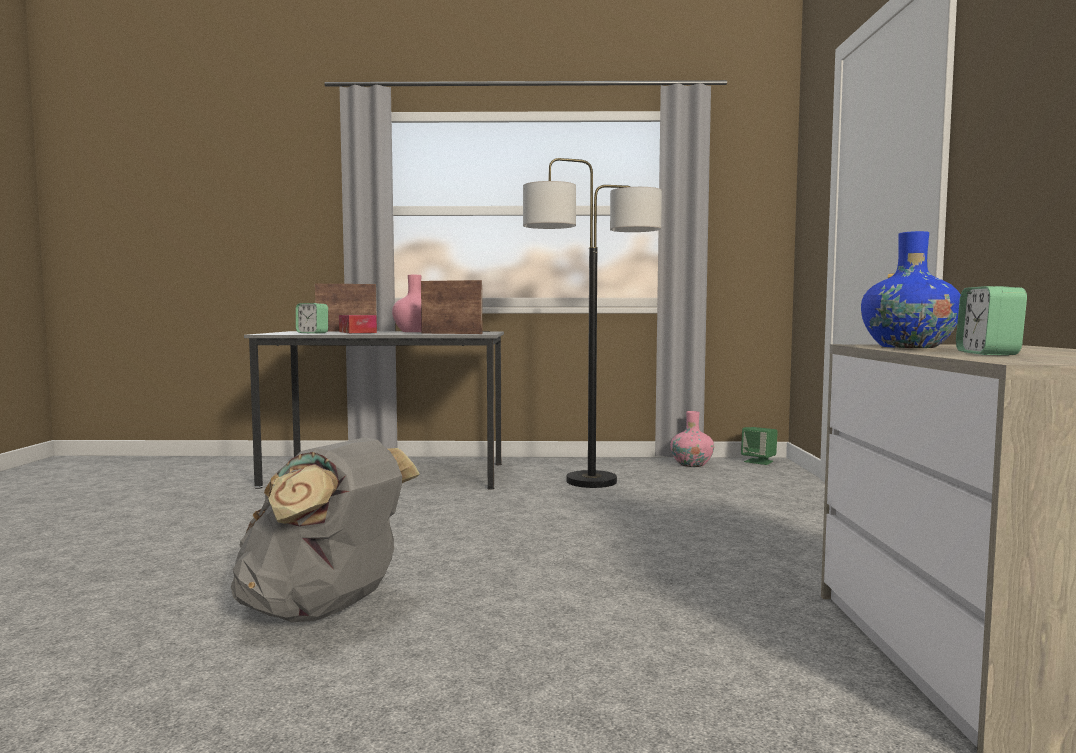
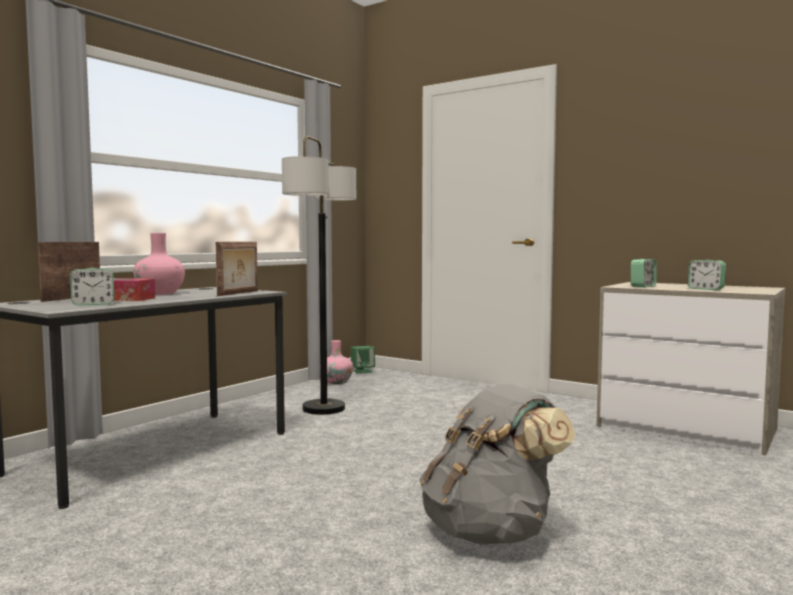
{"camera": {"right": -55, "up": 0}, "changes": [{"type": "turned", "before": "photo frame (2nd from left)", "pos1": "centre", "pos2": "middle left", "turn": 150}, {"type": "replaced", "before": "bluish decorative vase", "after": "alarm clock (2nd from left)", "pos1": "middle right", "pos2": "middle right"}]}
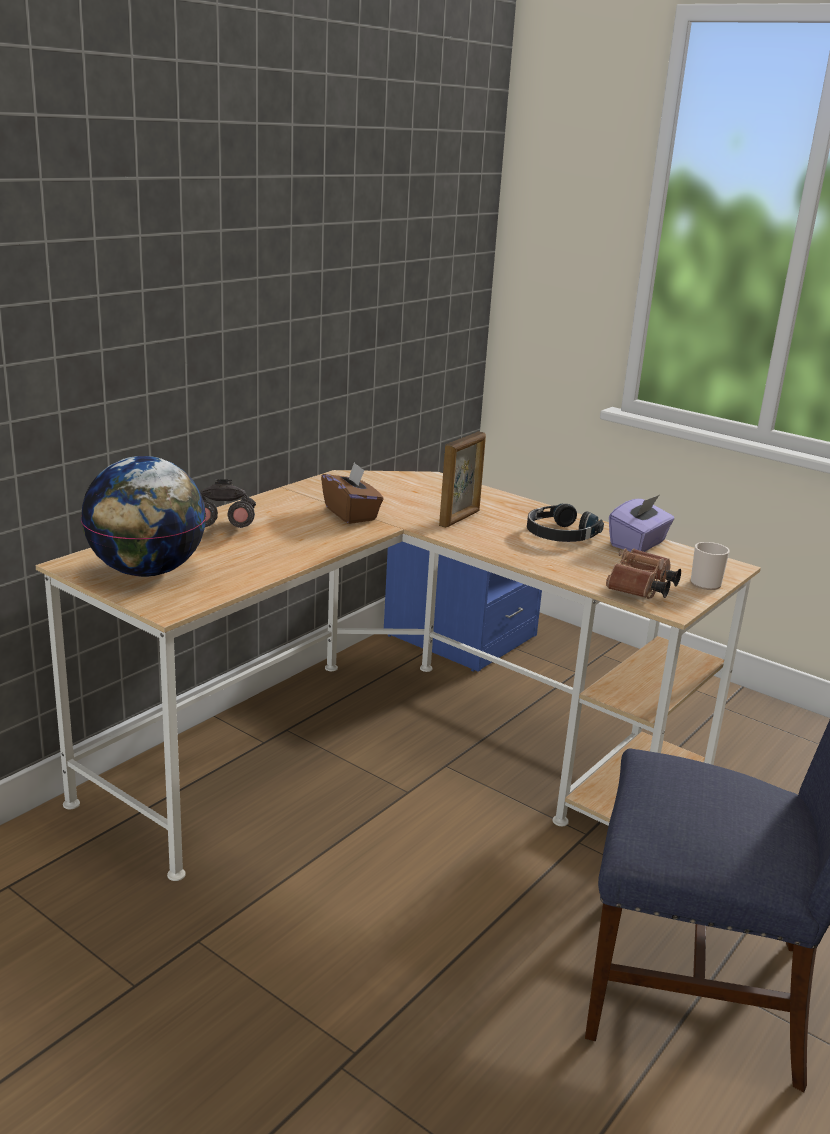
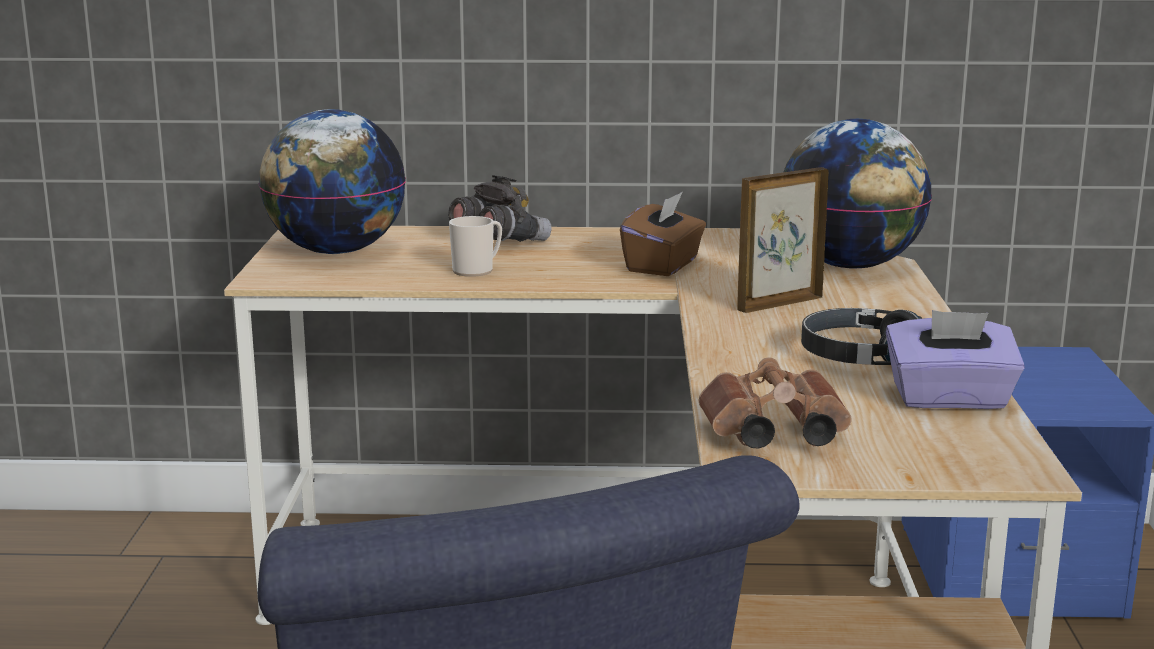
{"camera": {"right": 55, "up": -5}, "changes": [{"type": "moved", "before": "mug", "pos1": "middle right", "pos2": "centre"}, {"type": "turned", "before": "photo frame", "pos1": "centre", "pos2": "middle right", "turn": 150}, {"type": "added", "after": "desk globe (2nd from left)", "pos2": "top right"}]}
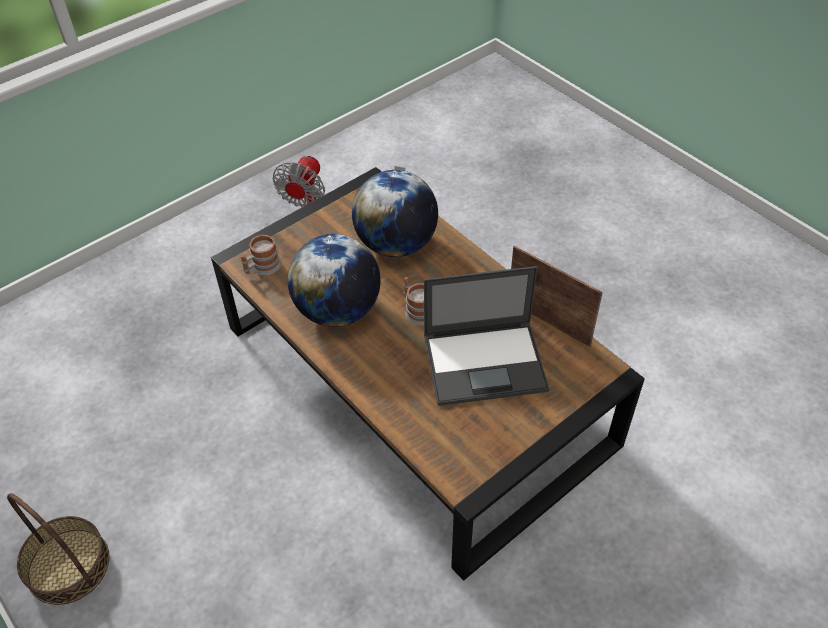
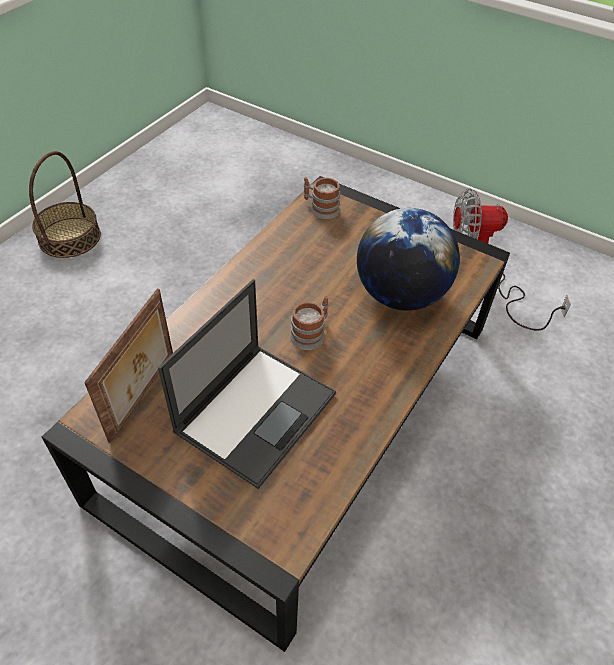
{"camera": {"right": 70, "up": 0}, "changes": [{"type": "moved", "before": "photo frame", "pos1": "middle right", "pos2": "middle left"}, {"type": "turned", "before": "notebook computer", "pos1": "centre", "pos2": "centre", "turn": -120}, {"type": "removed", "before": "desk globe (1st from left)", "pos1": "centre"}]}
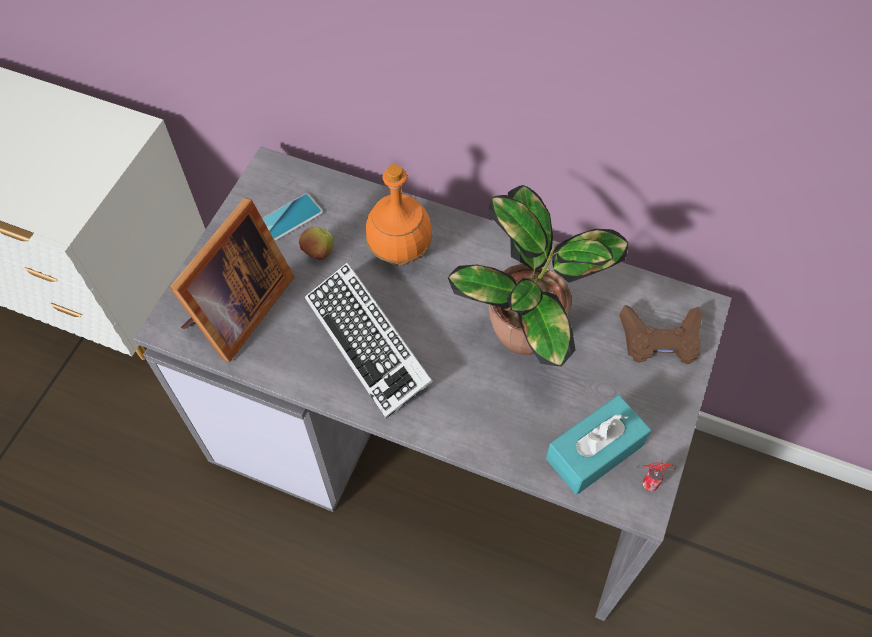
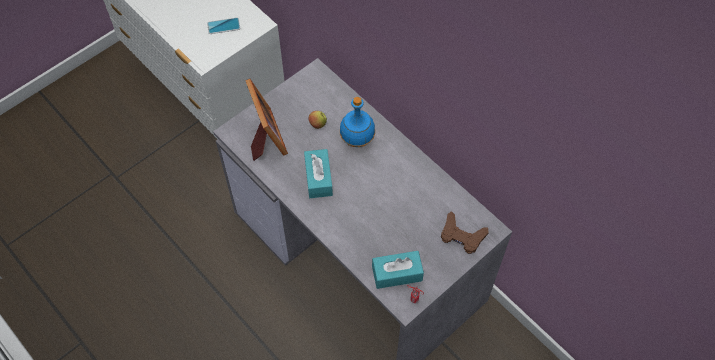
{"camera": {"right": 25, "up": 0}, "changes": [{"type": "moved", "before": "handset", "pos1": "centre", "pos2": "top left"}, {"type": "turned", "before": "photo frame", "pos1": "middle left", "pos2": "centre", "turn": -75}, {"type": "replaced", "before": "PC keyboard", "after": "turquoise-coloured box of tissues (1st from left)", "pos1": "centre", "pos2": "centre"}, {"type": "recoloured", "before": "orangey drink bottle", "after": "bluish drink bottle", "pos1": "centre", "pos2": "centre"}, {"type": "removed", "before": "plant in a pot", "pos1": "centre"}]}
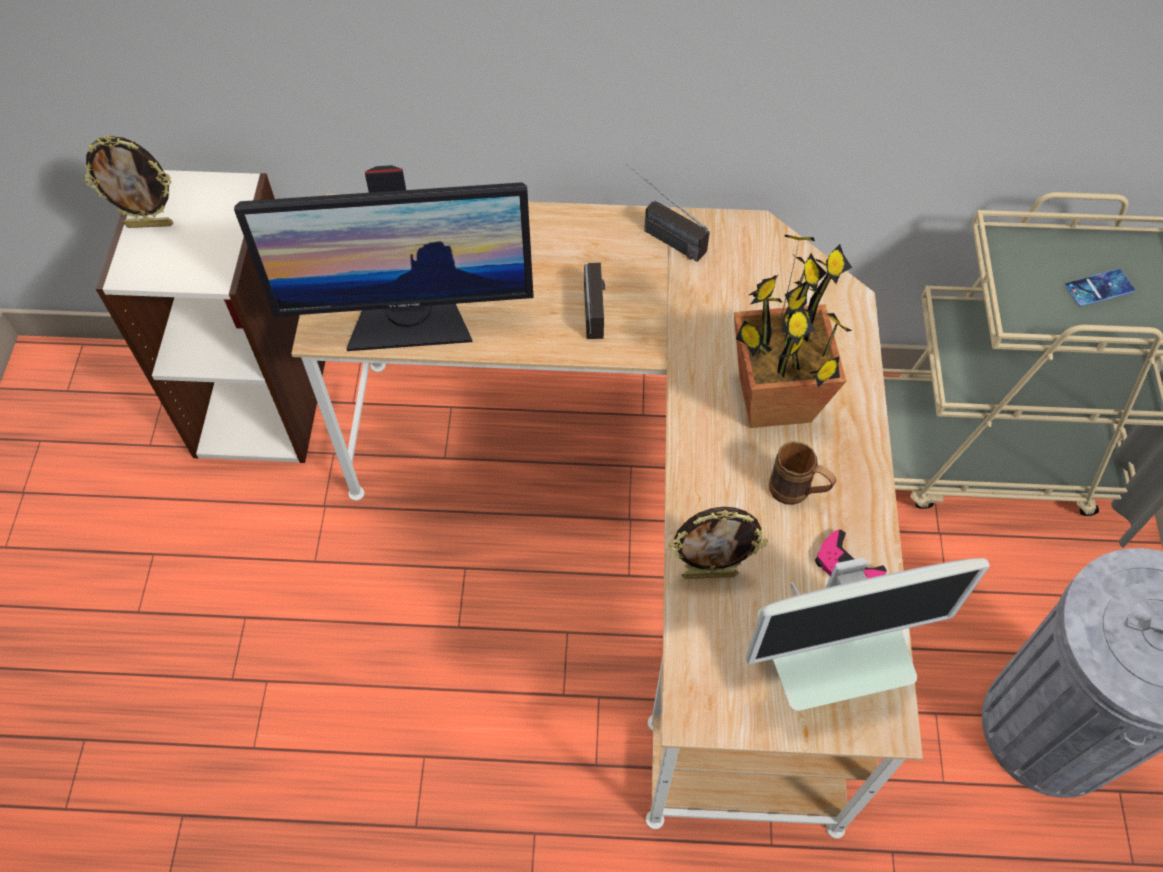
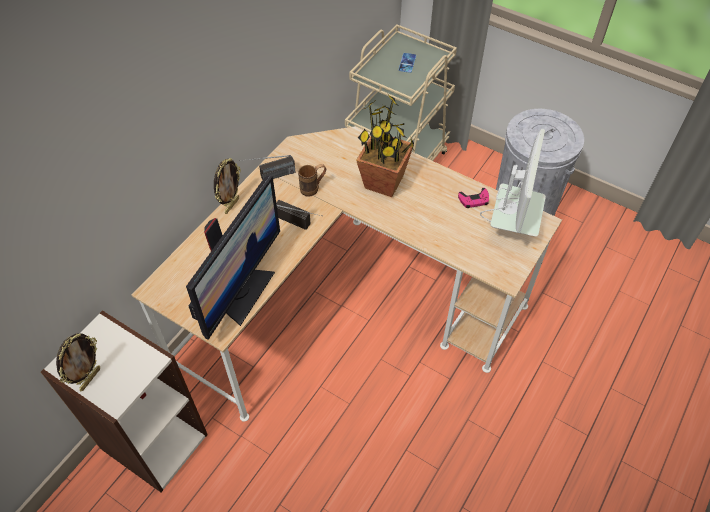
{"camera": {"right": -60, "up": -5}, "changes": [{"type": "moved", "before": "photo frame (2nd from left)", "pos1": "centre", "pos2": "middle left"}, {"type": "moved", "before": "brown mug", "pos1": "middle right", "pos2": "centre"}]}
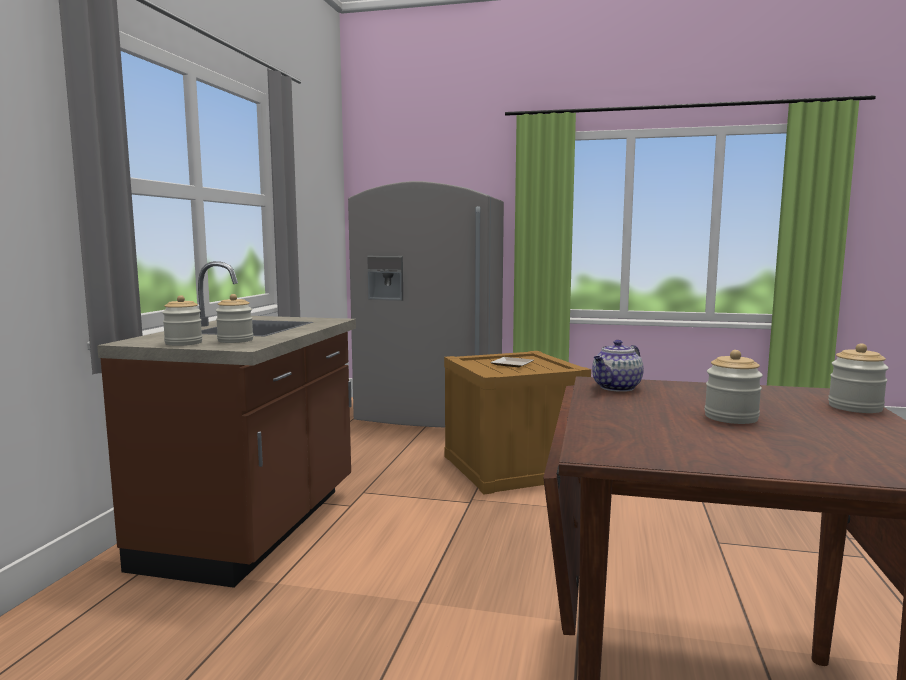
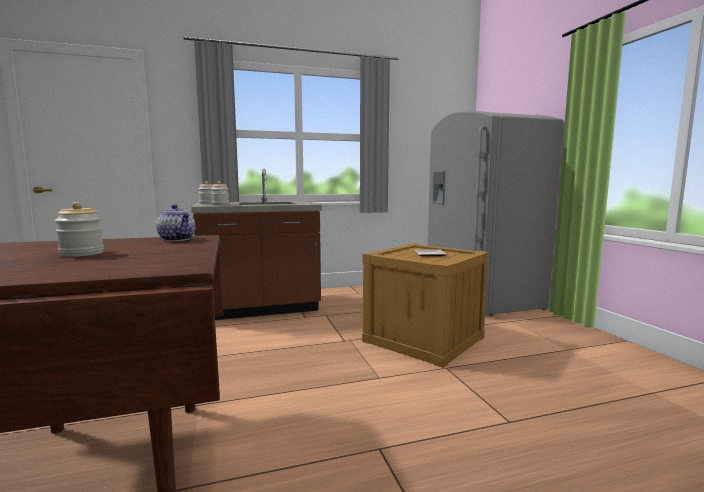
{"camera": {"right": 60, "up": 0}, "changes": [{"type": "turned", "before": "tea pot", "pos1": "middle right", "pos2": "middle left", "turn": -150}, {"type": "removed", "before": "storage jar (4th from left)", "pos1": "middle right"}]}
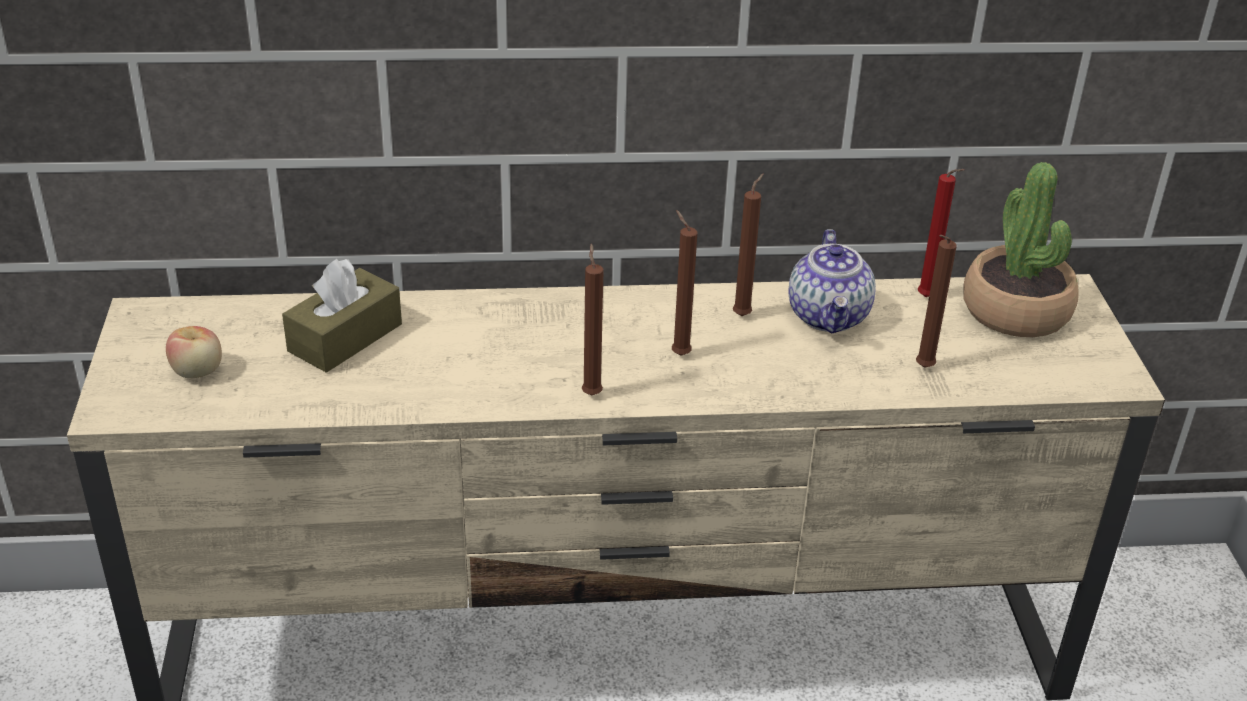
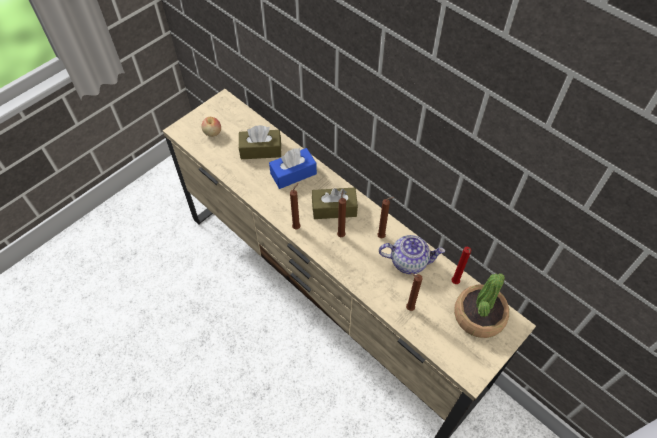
{"camera": {"right": 50, "up": 20}, "changes": [{"type": "added", "after": "bluish box of tissues", "pos2": "centre"}, {"type": "added", "after": "brown box of tissues (2nd from left)", "pos2": "centre"}, {"type": "turned", "before": "tea pot", "pos1": "middle right", "pos2": "centre", "turn": -135}]}
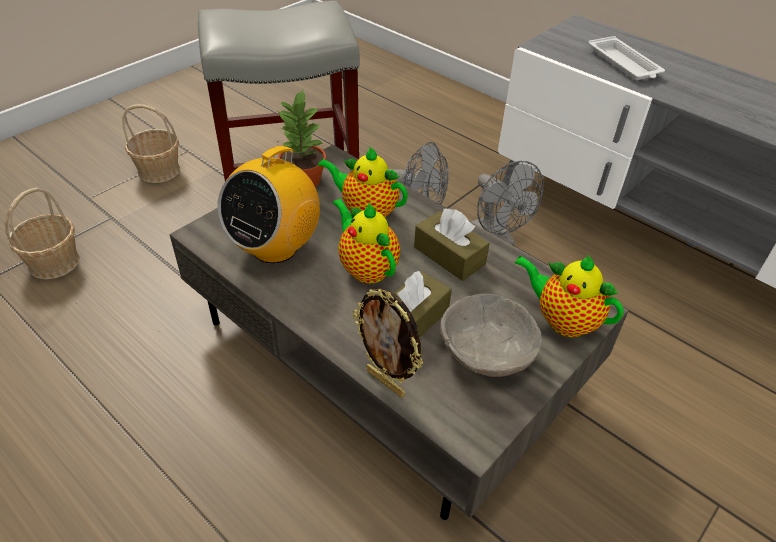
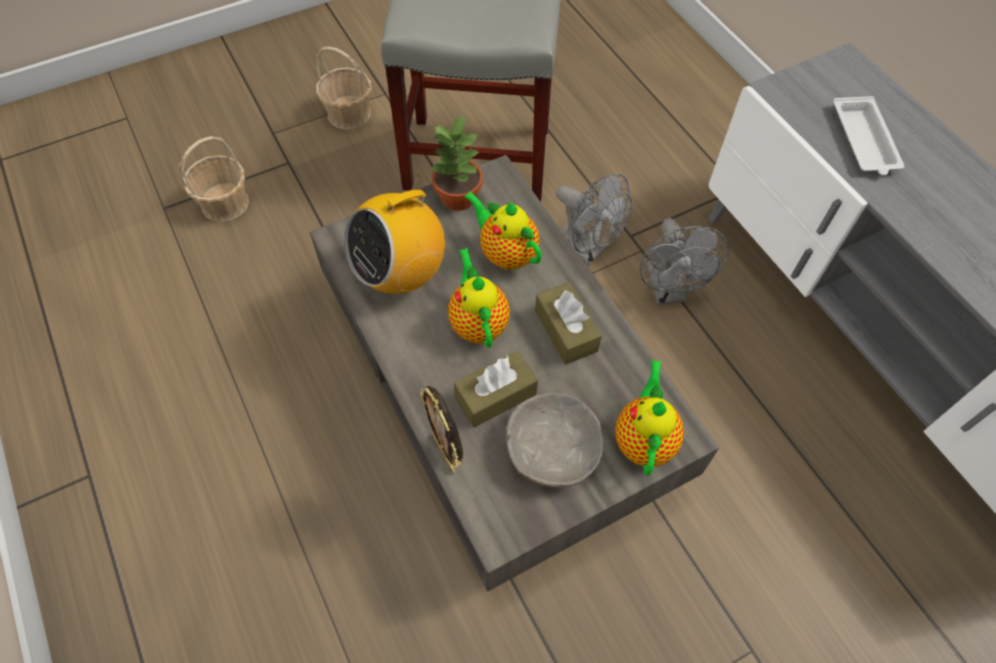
{"camera": {"right": 20, "up": 15}, "changes": [{"type": "turned", "before": "tea pot (3rd from left)", "pos1": "middle right", "pos2": "centre", "turn": 45}]}
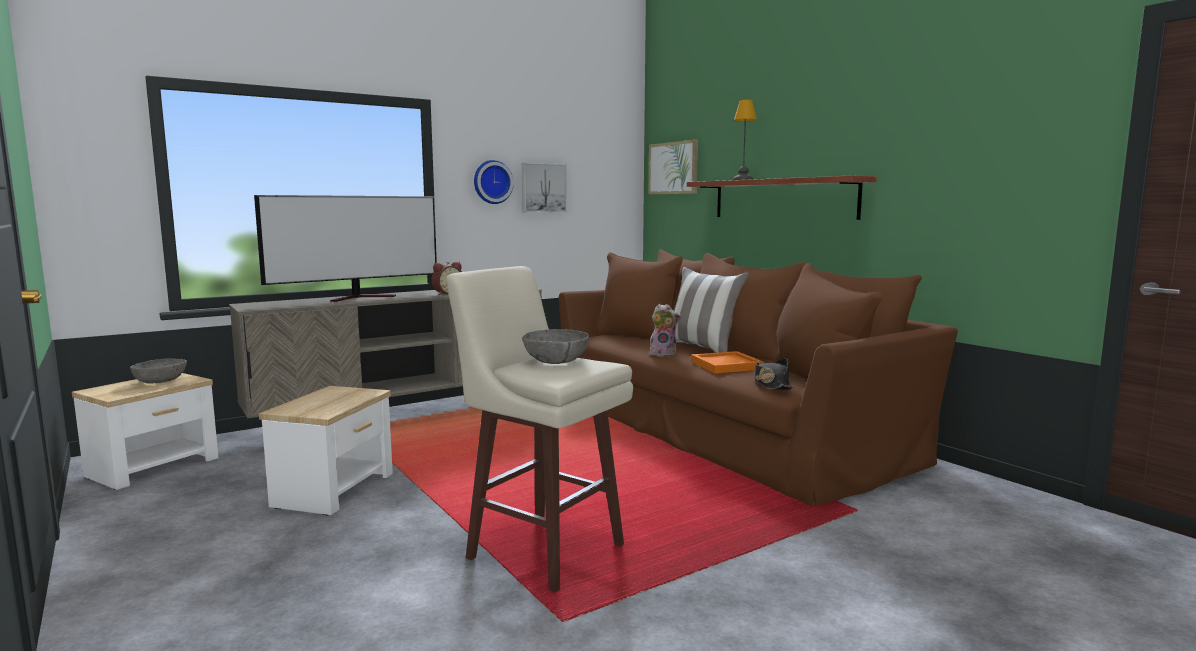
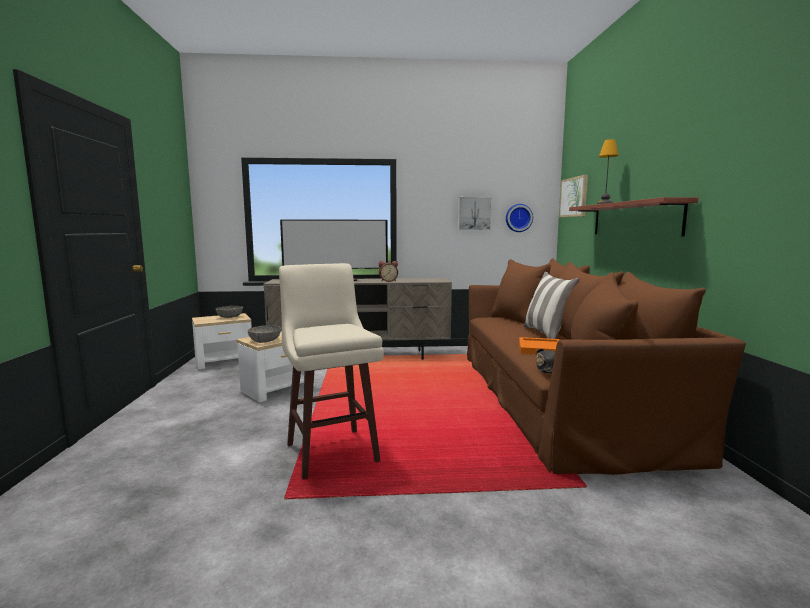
{"camera": {"right": 30, "up": 0}, "changes": [{"type": "moved", "before": "greyish deep dish (2nd from left)", "pos1": "centre", "pos2": "middle left"}, {"type": "moved", "before": "hanging clock", "pos1": "top centre", "pos2": "centre"}, {"type": "removed", "before": "plush toy", "pos1": "centre"}]}
